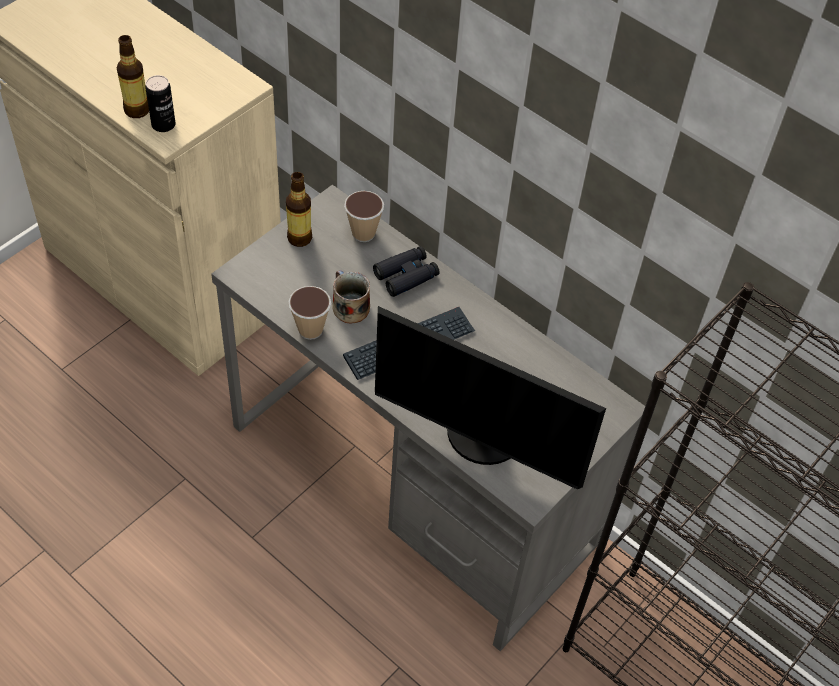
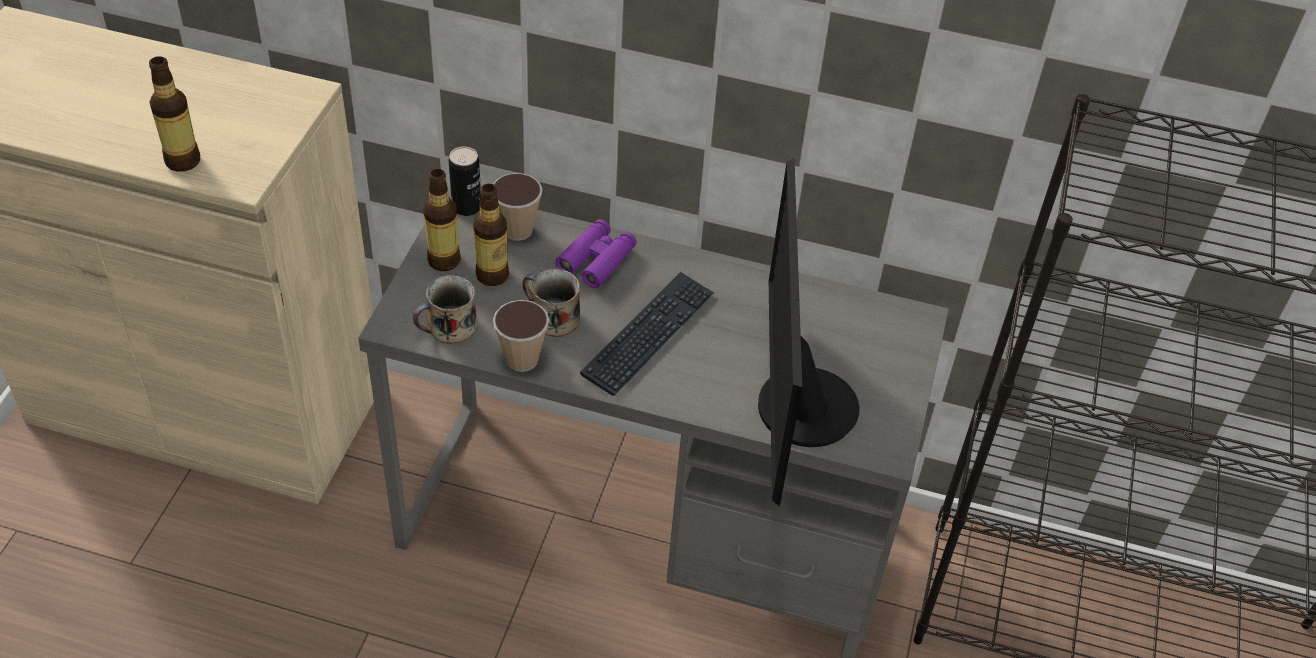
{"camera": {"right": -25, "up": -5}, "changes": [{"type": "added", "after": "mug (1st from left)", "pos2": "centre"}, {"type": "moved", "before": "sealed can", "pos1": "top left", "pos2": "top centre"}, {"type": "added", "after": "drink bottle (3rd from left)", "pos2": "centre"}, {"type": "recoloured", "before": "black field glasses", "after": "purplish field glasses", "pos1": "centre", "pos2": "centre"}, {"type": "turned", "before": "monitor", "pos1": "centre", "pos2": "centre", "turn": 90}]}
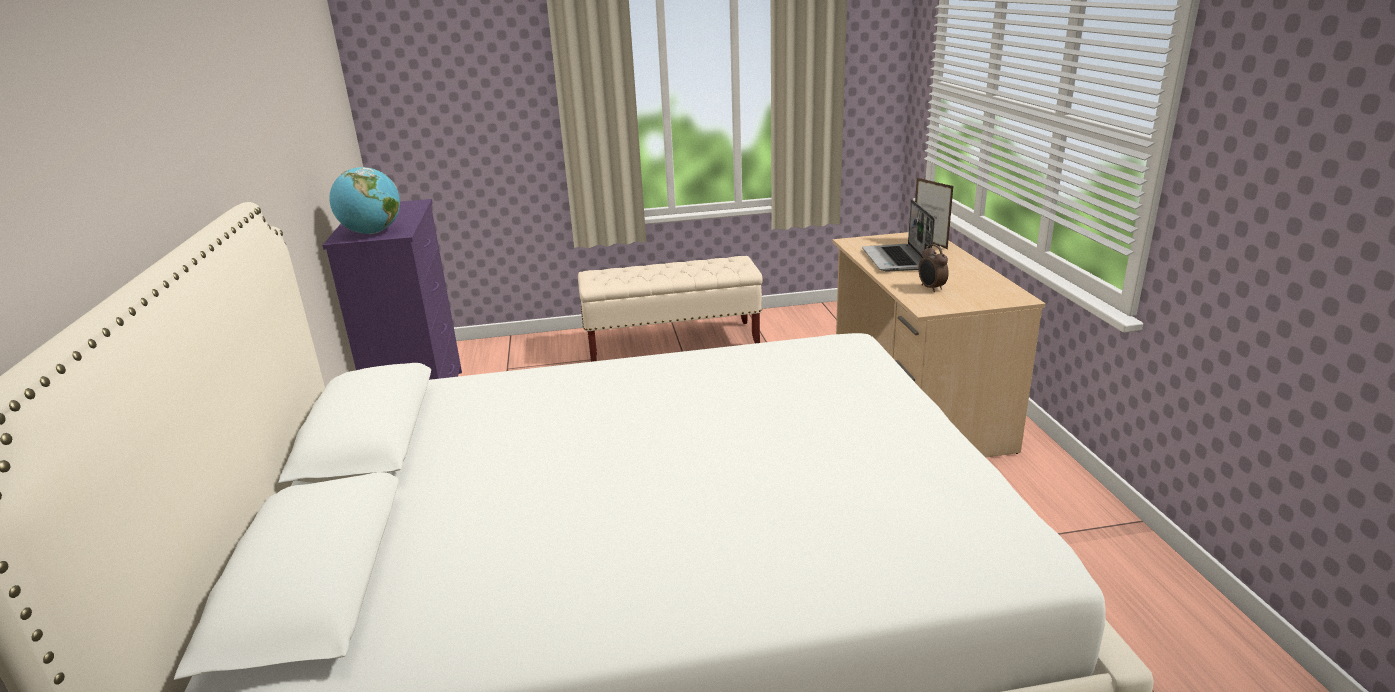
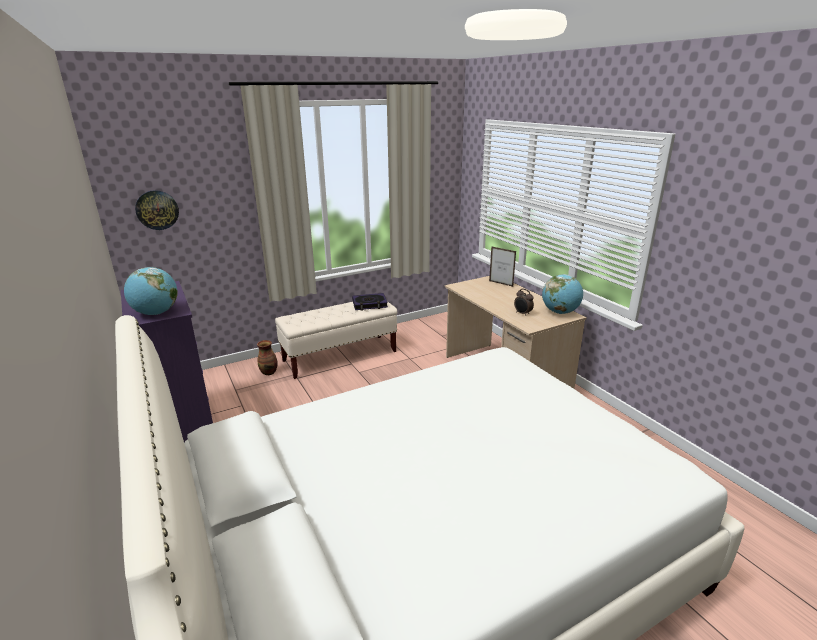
{"camera": {"right": -20, "up": 0}, "changes": [{"type": "added", "after": "hanging clock", "pos2": "top left"}, {"type": "added", "after": "decorative vase", "pos2": "middle left"}, {"type": "added", "after": "bound book", "pos2": "centre"}, {"type": "added", "after": "desk globe (2nd from left)", "pos2": "middle right"}, {"type": "removed", "before": "notebook computer", "pos1": "centre"}]}
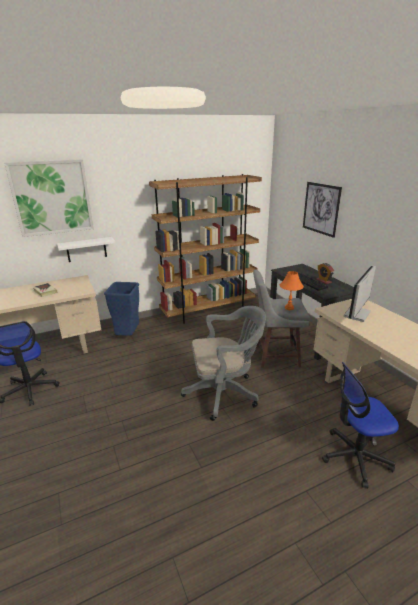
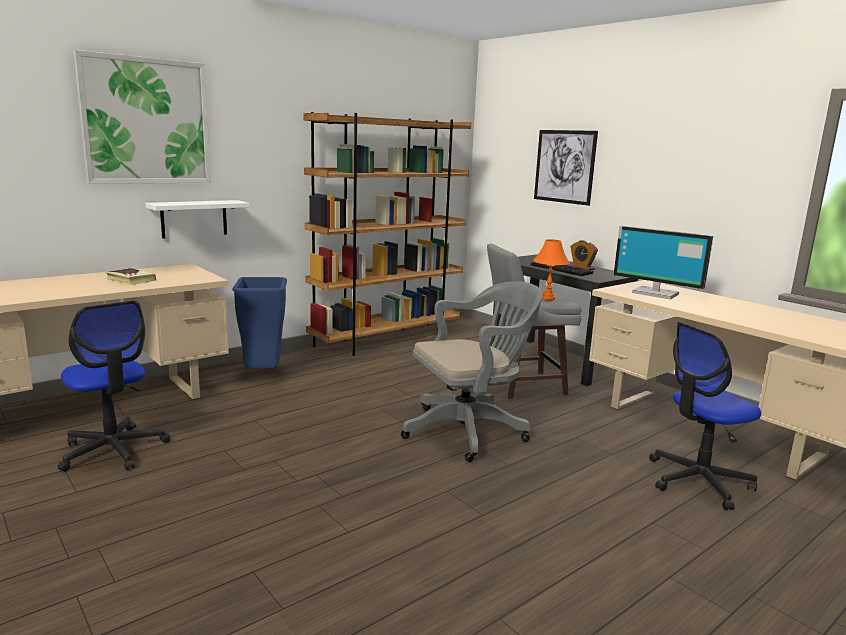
{"camera": {"right": -15, "up": -10}, "changes": [{"type": "turned", "before": "monitor", "pos1": "middle right", "pos2": "middle right", "turn": -75}]}
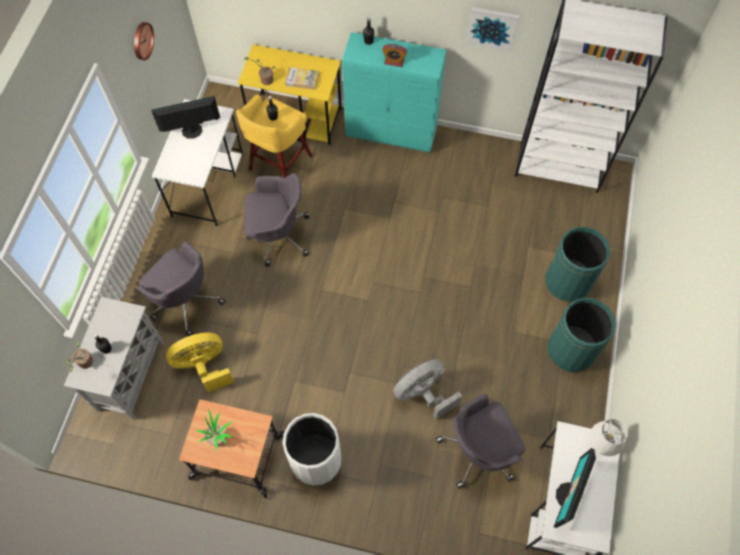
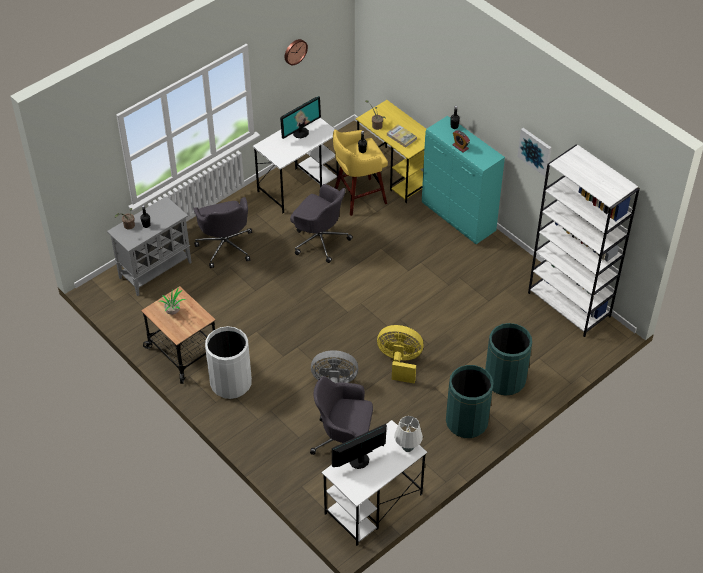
{"camera": {"right": 35, "up": -15}, "changes": [{"type": "turned", "before": "monitor (1st from left)", "pos1": "top left", "pos2": "top centre", "turn": 120}, {"type": "moved", "before": "yellow fan", "pos1": "middle left", "pos2": "centre"}]}
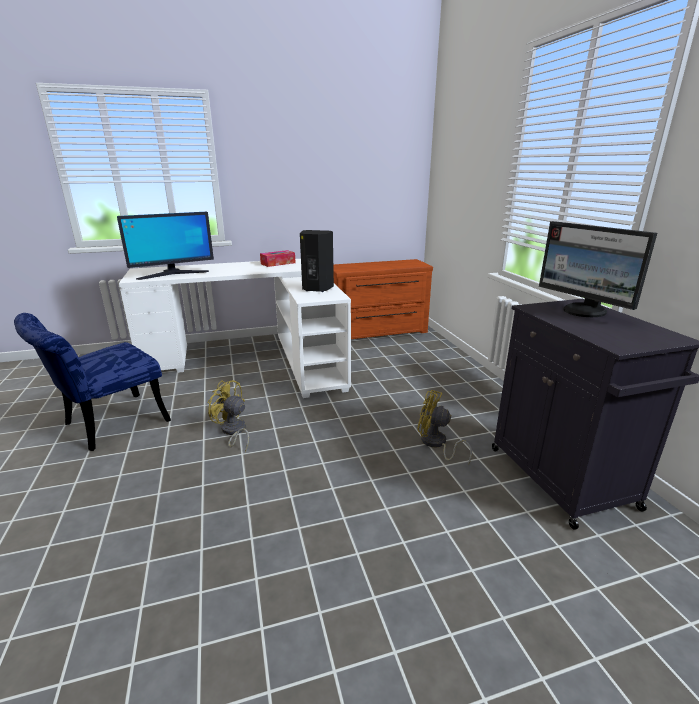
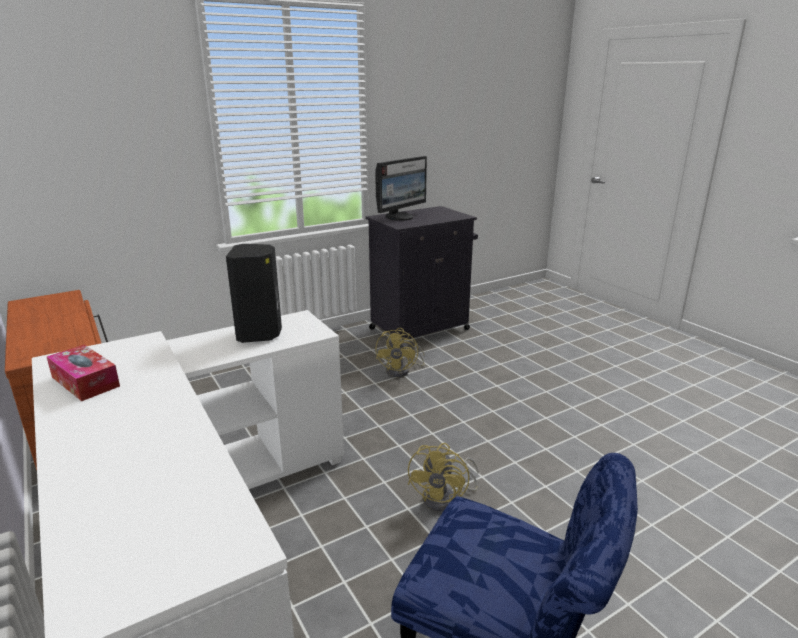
{"camera": {"right": -105, "up": 0}, "changes": [{"type": "removed", "before": "monitor (1st from left)", "pos1": "middle left"}]}
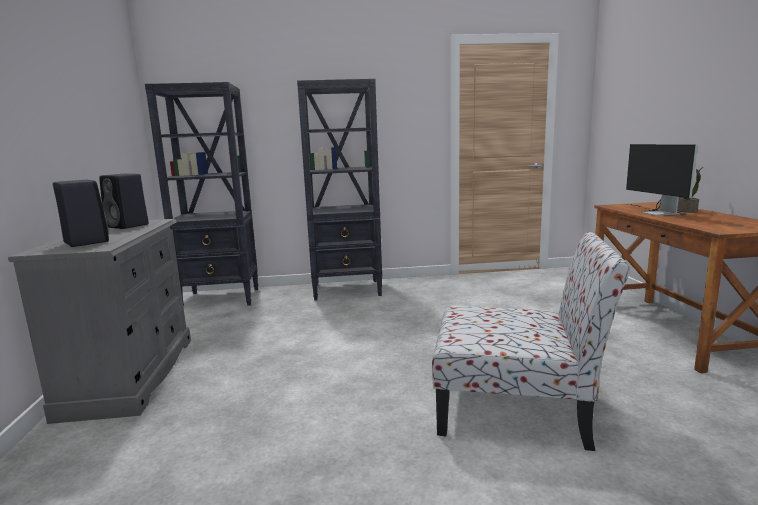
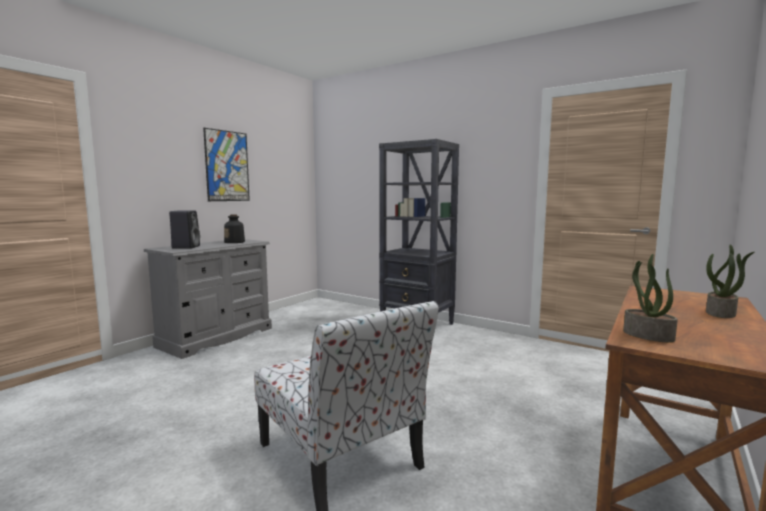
{"camera": {"right": 40, "up": -5}, "changes": [{"type": "added", "after": "wall picture", "pos2": "top left"}, {"type": "replaced", "before": "black audio speaker (2nd from left)", "after": "drink bottle", "pos1": "middle left", "pos2": "middle left"}, {"type": "added", "after": "plant in a pot (1st from left)", "pos2": "middle right"}, {"type": "removed", "before": "black shelving unit (1st from left)", "pos1": "middle left"}, {"type": "removed", "before": "monitor", "pos1": "middle right"}]}
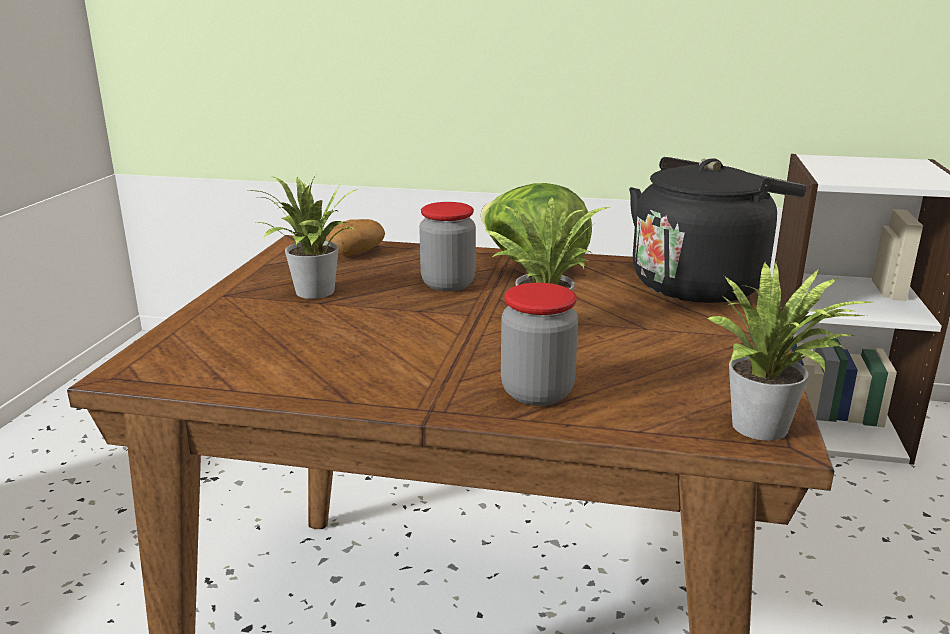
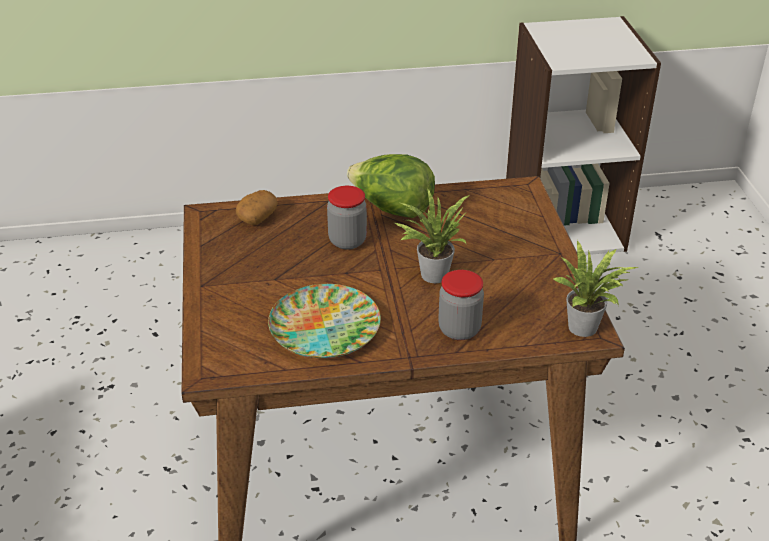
{"camera": {"right": -20, "up": 15}, "changes": [{"type": "added", "after": "flat dish", "pos2": "centre"}, {"type": "removed", "before": "plant in a pot (1st from left)", "pos1": "middle left"}, {"type": "removed", "before": "black water kettle", "pos1": "middle right"}]}
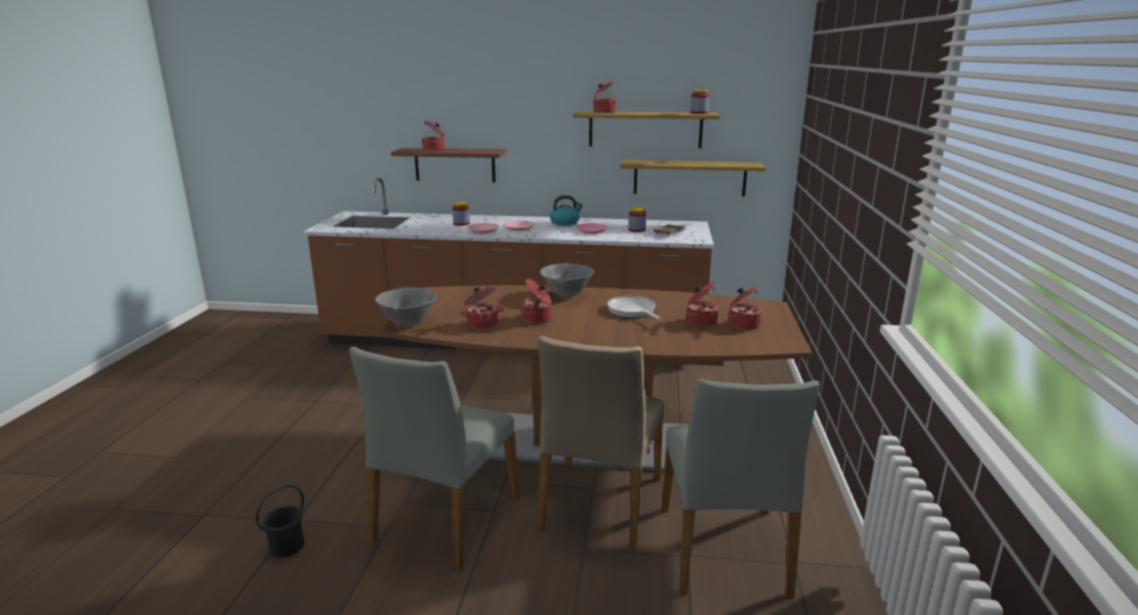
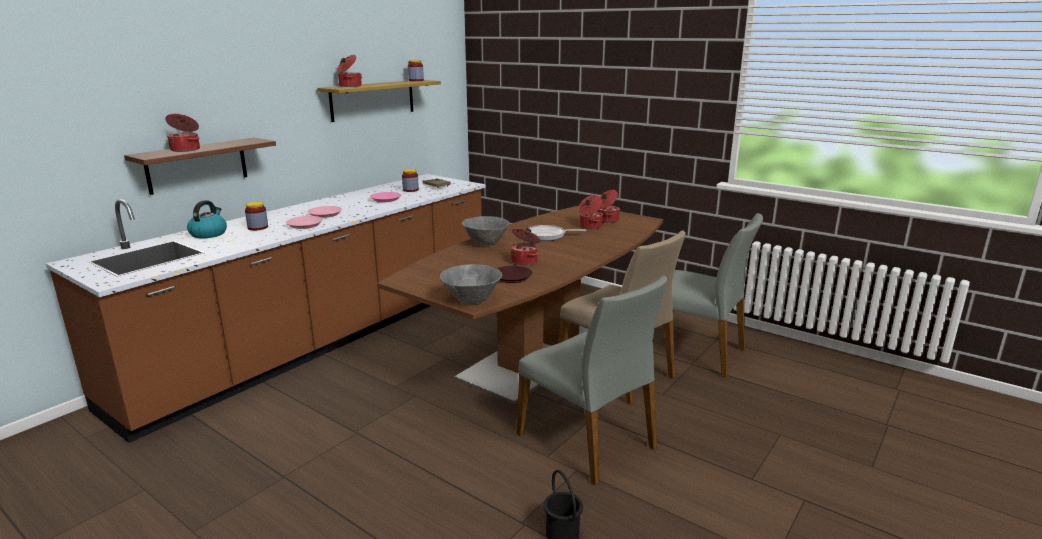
{"camera": {"right": -60, "up": 0}, "changes": [{"type": "moved", "before": "water kettle", "pos1": "centre", "pos2": "middle left"}, {"type": "replaced", "before": "cooking pot (2nd from left)", "after": "brown flat dish", "pos1": "centre", "pos2": "centre"}, {"type": "removed", "before": "wall shelf (3rd from left)", "pos1": "top centre"}]}
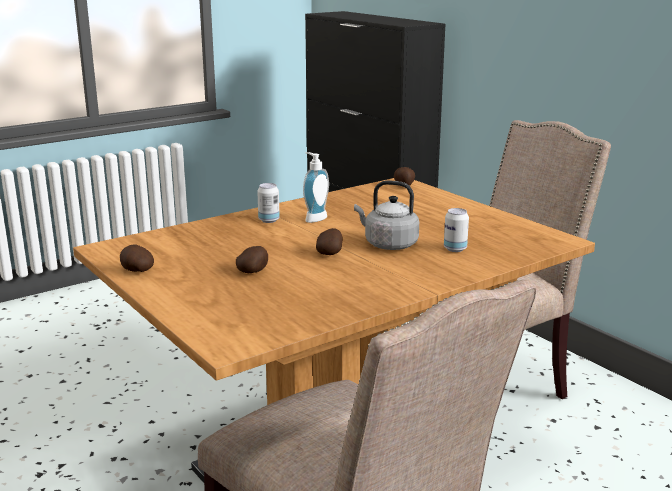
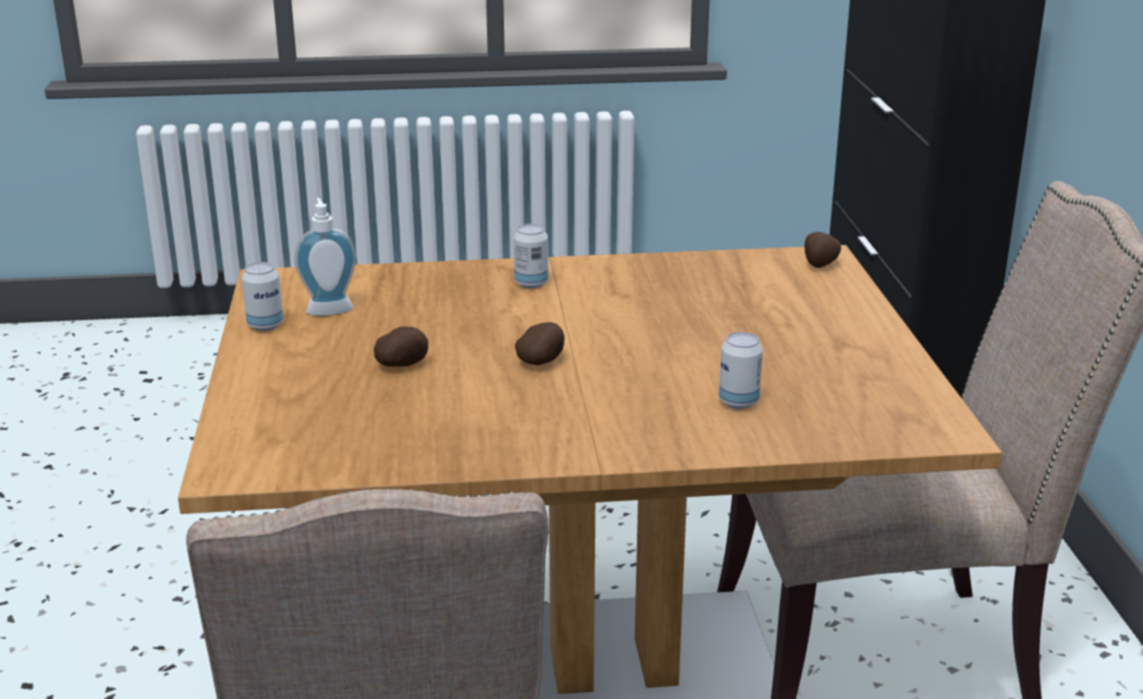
{"camera": {"right": 30, "up": 5}, "changes": [{"type": "replaced", "before": "potato (1st from left)", "after": "sealed can (1st from left)", "pos1": "middle left", "pos2": "middle left"}, {"type": "moved", "before": "soap dispenser", "pos1": "centre", "pos2": "middle left"}, {"type": "removed", "before": "greyish water kettle", "pos1": "centre"}]}
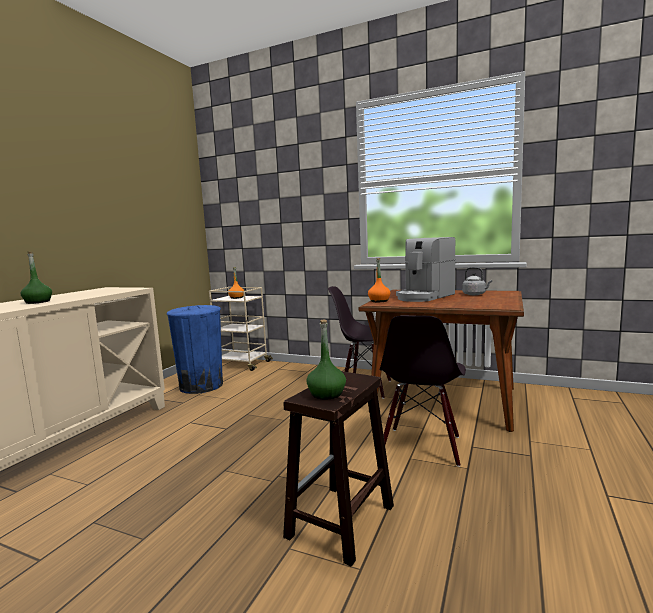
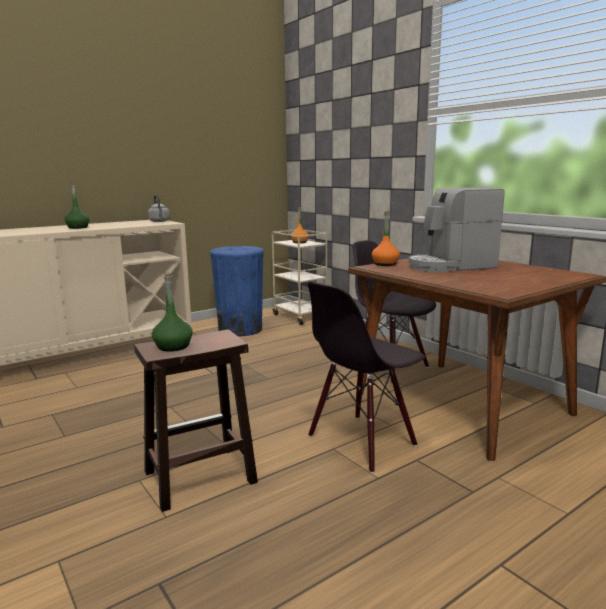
{"camera": {"right": 30, "up": 5}, "changes": [{"type": "moved", "before": "greyish water kettle", "pos1": "middle right", "pos2": "middle left"}]}
